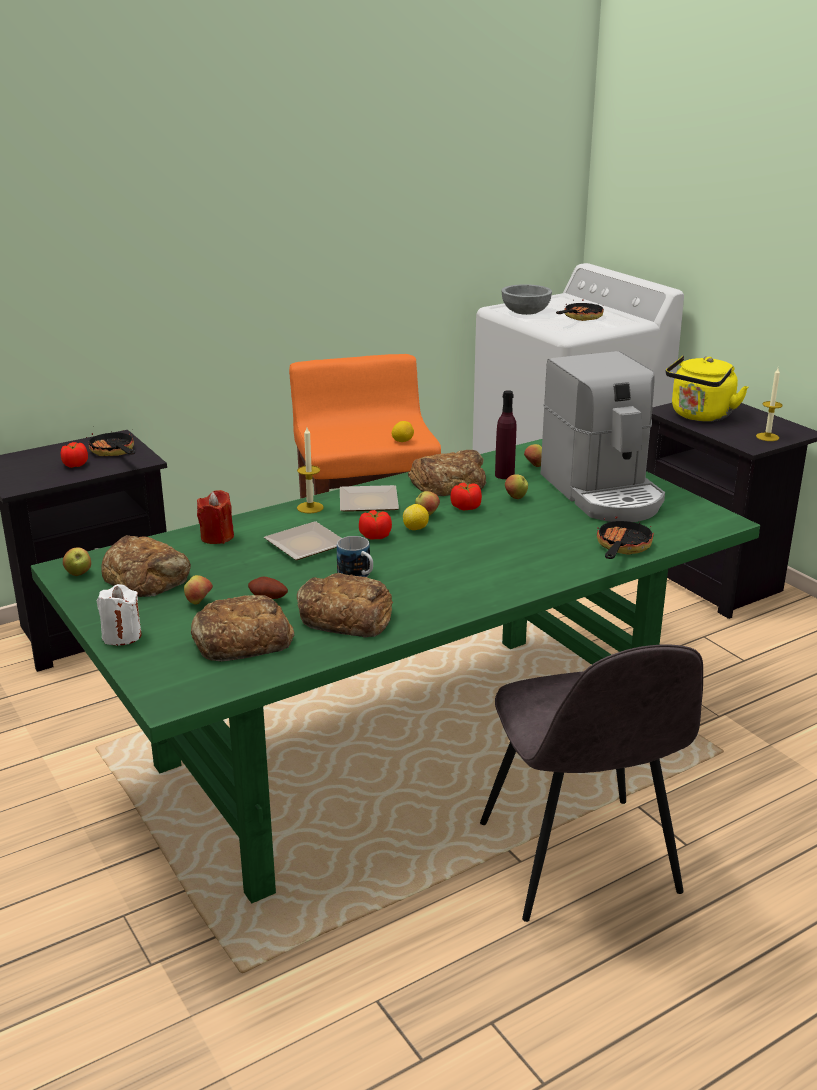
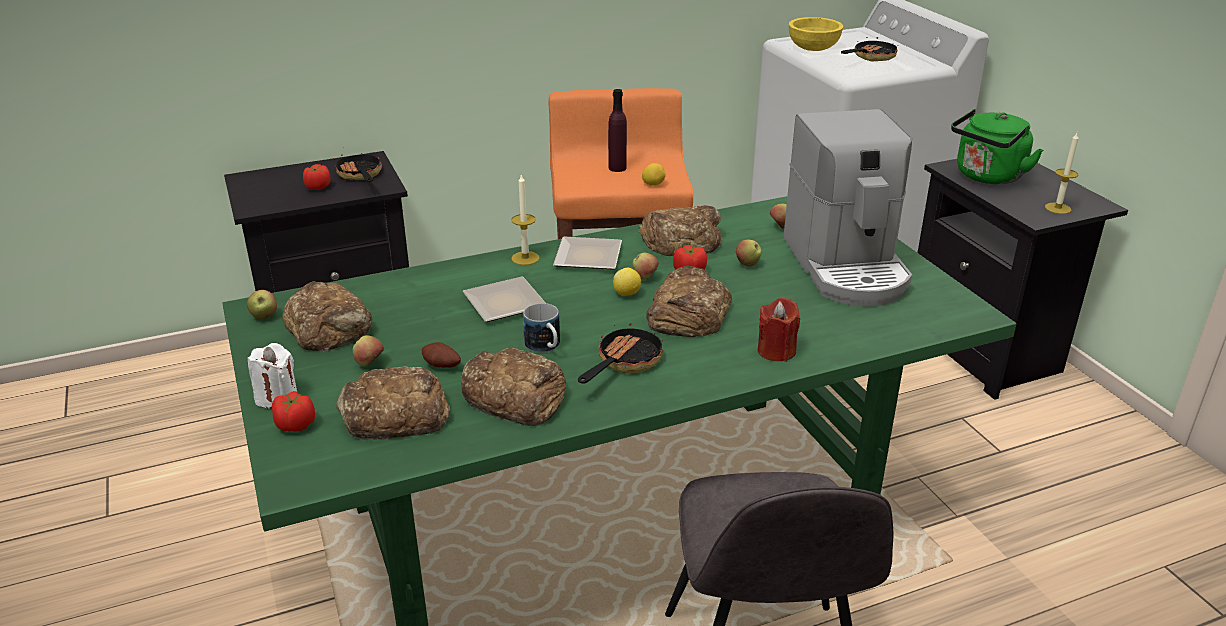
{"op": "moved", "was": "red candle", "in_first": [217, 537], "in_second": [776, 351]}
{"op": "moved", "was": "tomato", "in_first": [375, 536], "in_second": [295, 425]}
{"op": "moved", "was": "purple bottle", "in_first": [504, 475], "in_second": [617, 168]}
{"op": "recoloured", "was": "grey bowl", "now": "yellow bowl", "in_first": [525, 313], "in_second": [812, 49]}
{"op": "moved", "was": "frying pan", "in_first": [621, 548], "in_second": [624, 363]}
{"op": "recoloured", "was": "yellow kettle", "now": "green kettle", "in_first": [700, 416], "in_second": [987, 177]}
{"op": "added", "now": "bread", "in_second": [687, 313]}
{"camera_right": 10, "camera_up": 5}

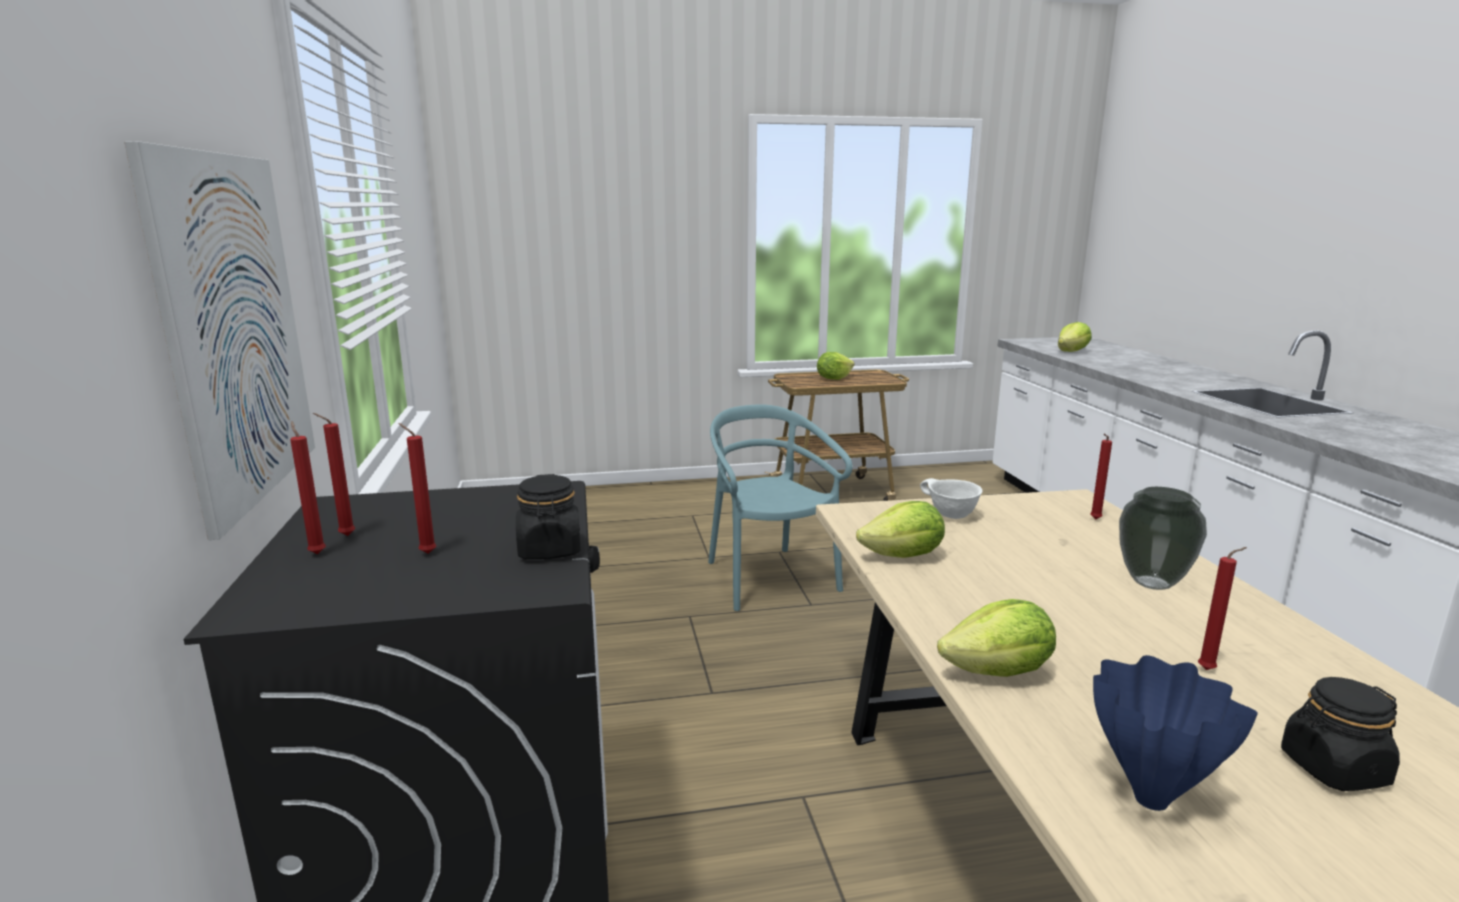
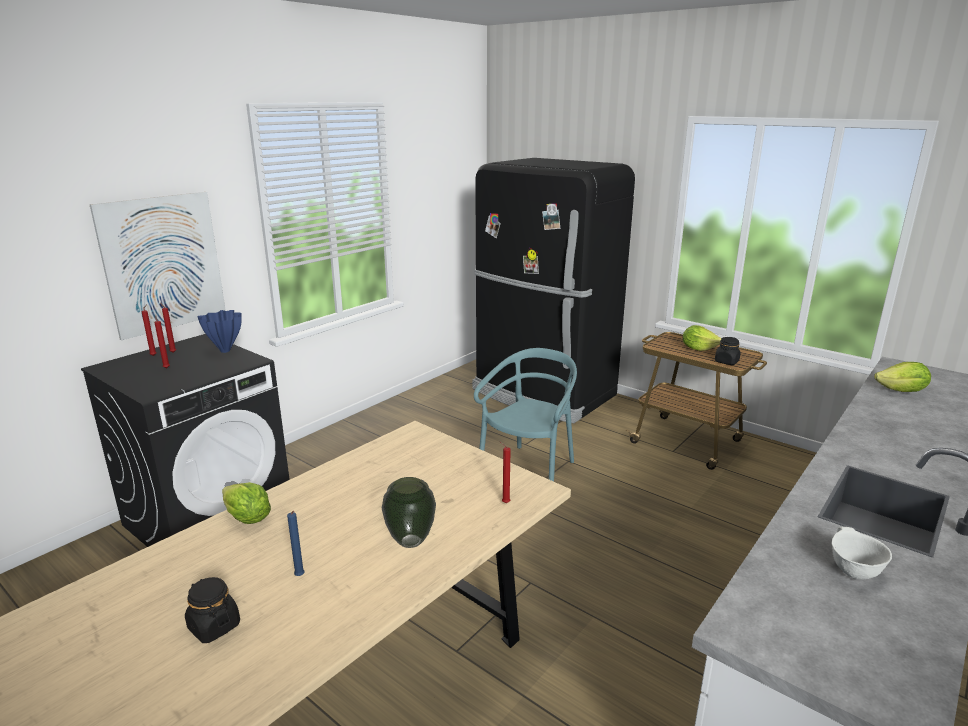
{"op": "moved", "was": "black jar", "in_first": [550, 550], "in_second": [726, 361]}
{"op": "removed", "was": "lettuce", "in_first": [903, 556]}
{"op": "moved", "was": "white bowl", "in_first": [950, 515], "in_second": [852, 571]}
{"op": "moved", "was": "blue vase", "in_first": [1152, 798], "in_second": [226, 351]}
{"op": "recoloured", "was": "red candle", "now": "blue candle", "in_first": [1209, 670], "in_second": [300, 577]}
{"op": "added", "now": "black fridge", "in_second": [543, 393]}
{"camera_right": 50, "camera_up": 5}

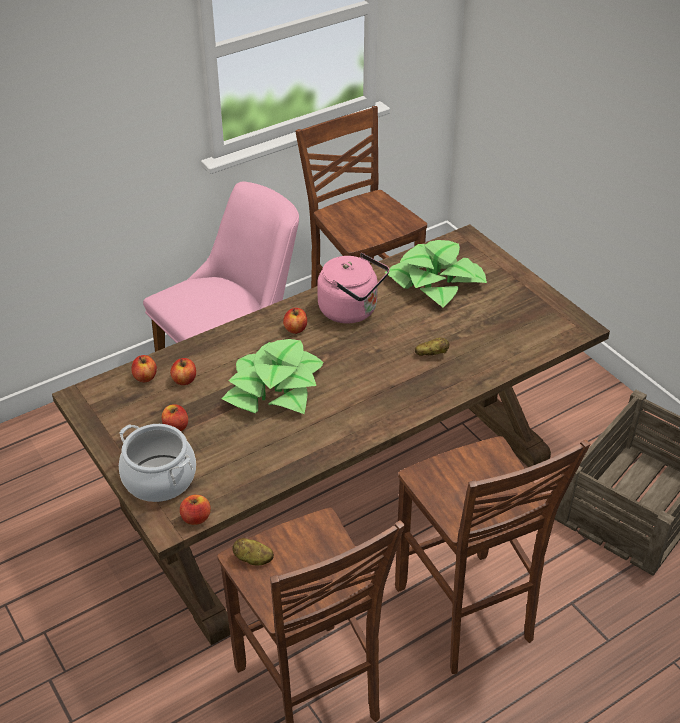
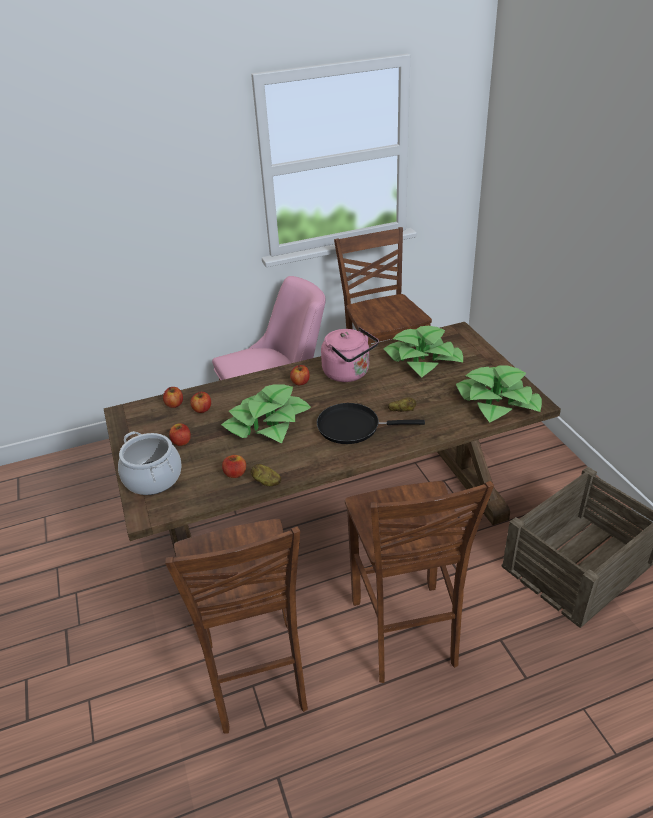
{"op": "moved", "was": "apple", "in_first": [196, 518], "in_second": [235, 473]}
{"op": "moved", "was": "potato", "in_first": [253, 559], "in_second": [266, 482]}
{"op": "added", "now": "black frying pan", "in_second": [353, 427]}
{"op": "added", "now": "potted plant", "in_second": [497, 402]}
{"camera_right": 15, "camera_up": -5}

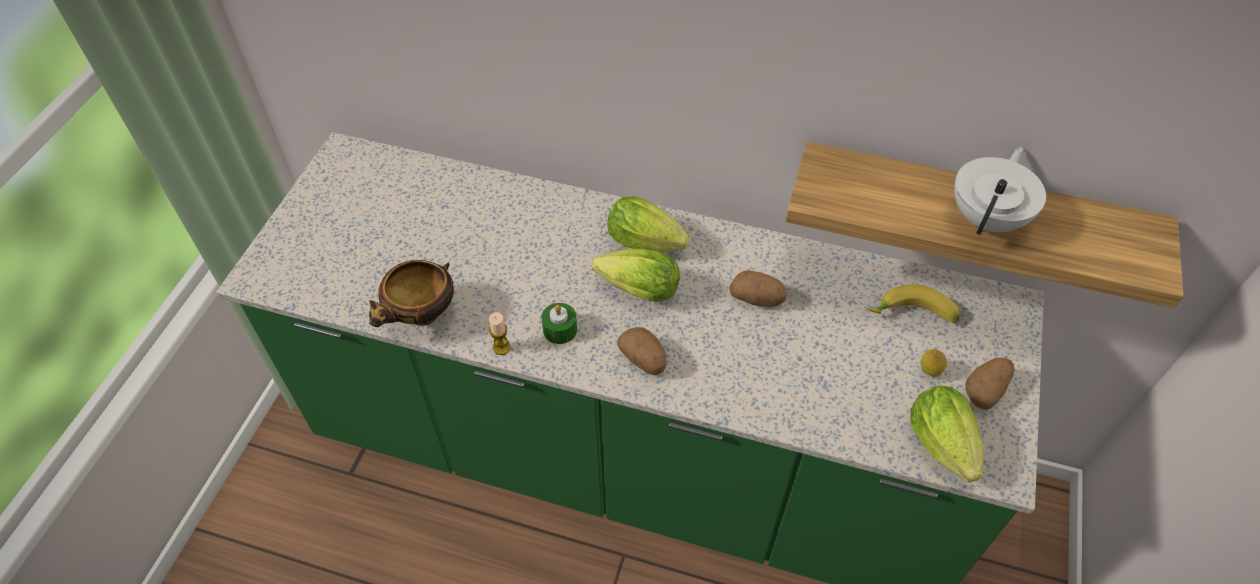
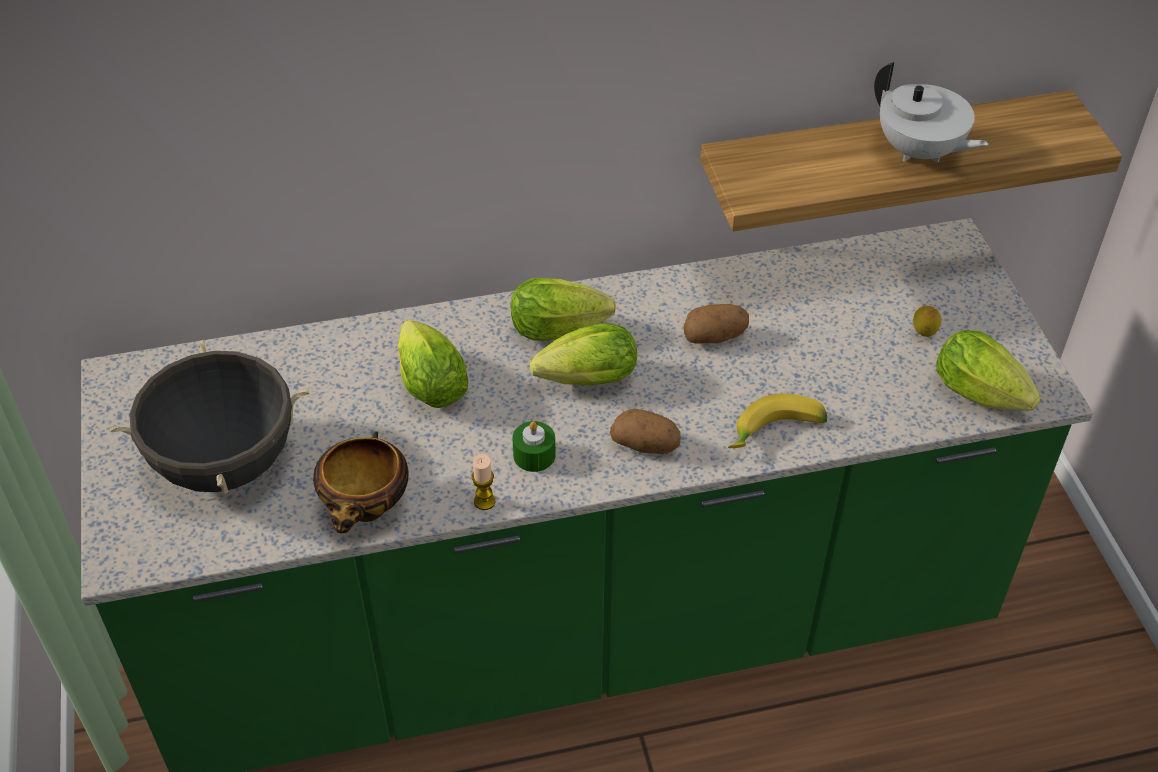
{"op": "moved", "was": "banana", "in_first": [912, 316], "in_second": [776, 433]}
{"op": "turned", "was": "white teapot", "in_first": [987, 218], "in_second": [919, 152], "clockwise": 135}
{"op": "removed", "was": "potato", "in_first": [985, 390]}
{"op": "added", "now": "black cooking pot", "in_second": [225, 464]}
{"op": "added", "now": "lettuce", "in_second": [429, 381]}
{"camera_right": -30, "camera_up": -5}

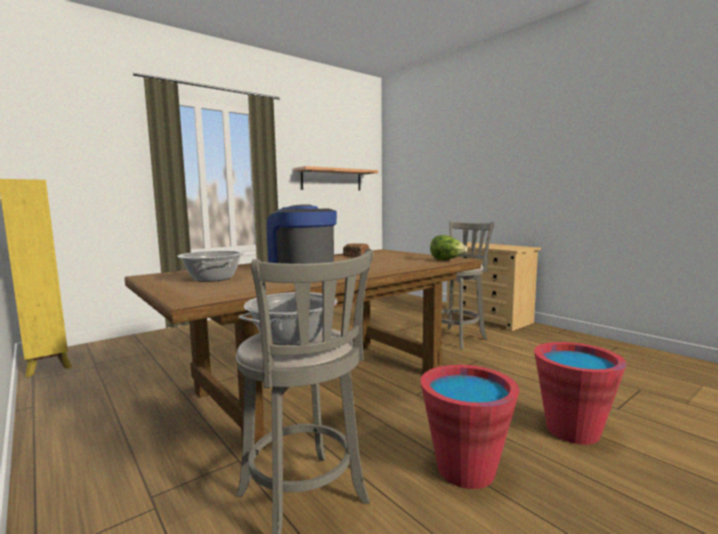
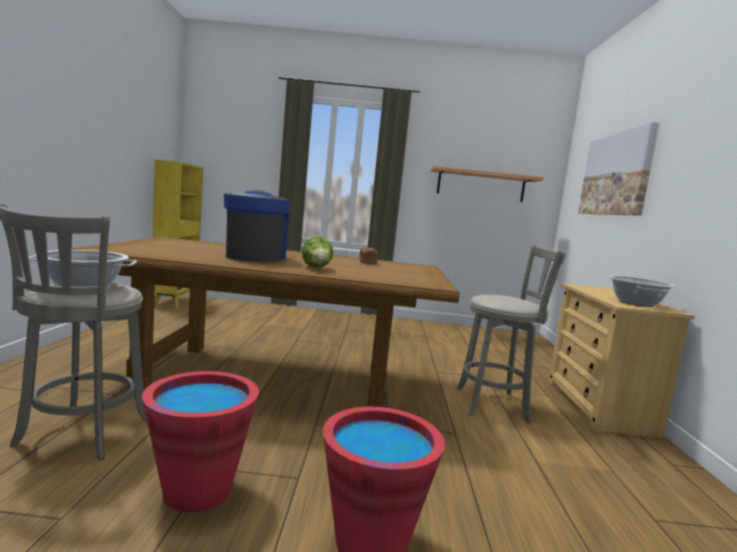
{"op": "moved", "was": "cooking pot", "in_first": [213, 278], "in_second": [636, 303]}
{"op": "moved", "was": "lettuce", "in_first": [447, 260], "in_second": [316, 268]}
{"op": "added", "now": "picture", "in_second": [616, 174]}
{"camera_right": 40, "camera_up": 0}

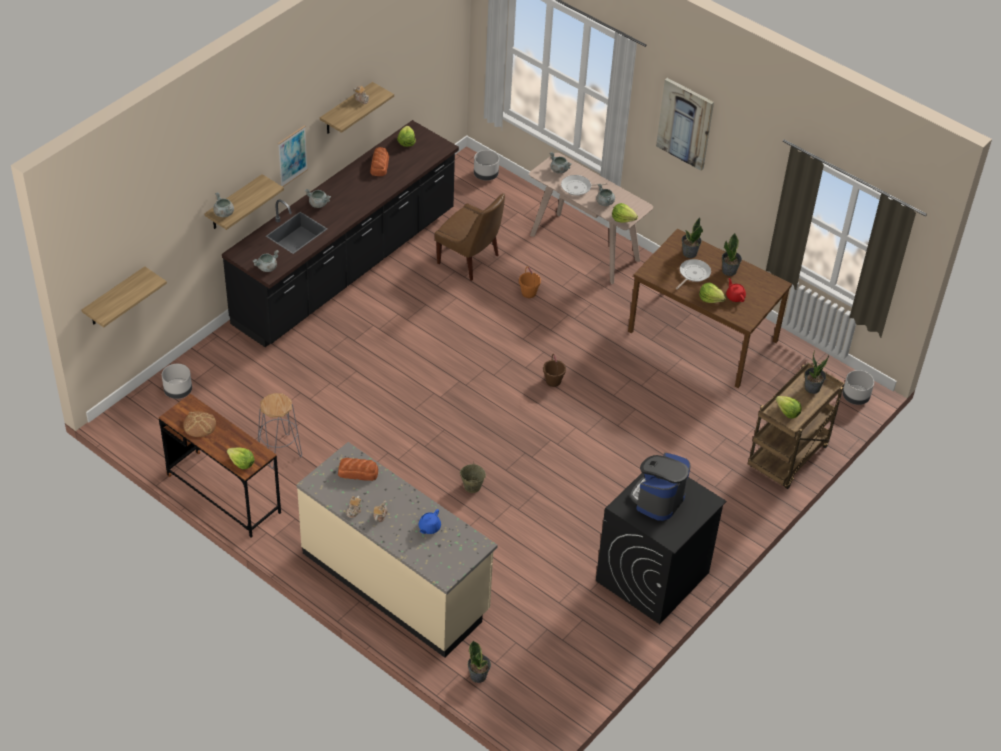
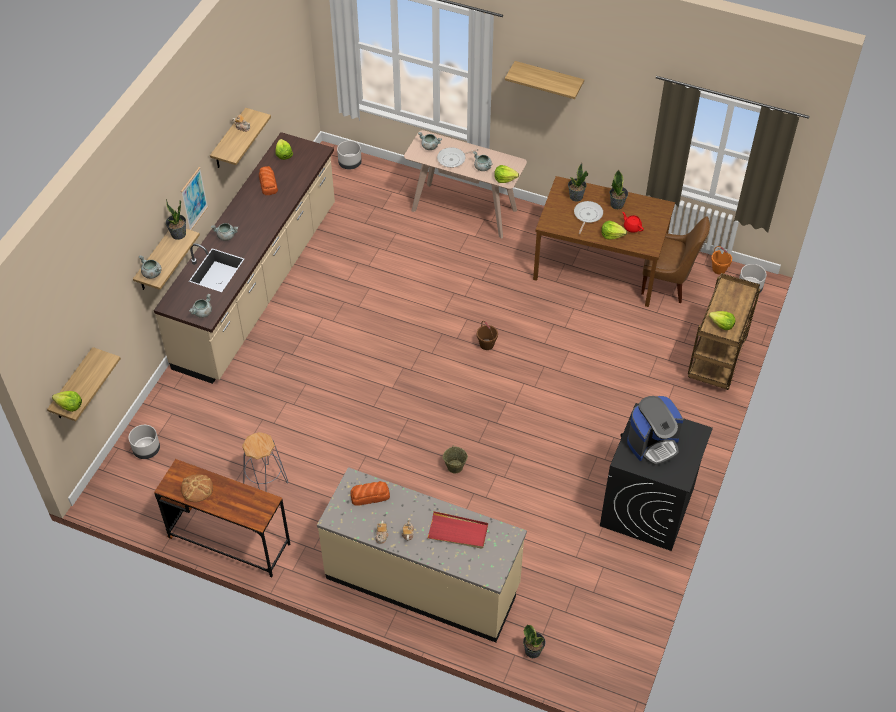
{"op": "recoloured", "was": "black counter", "now": "beige counter", "in_first": [346, 268], "in_second": [258, 285]}
{"op": "moved", "was": "lettuce", "in_first": [241, 463], "in_second": [69, 406]}
{"op": "replaced", "was": "blue teapot", "now": "red tray", "in_first": [429, 527], "in_second": [458, 532]}
{"op": "moved", "was": "brown chair", "in_first": [470, 260], "in_second": [668, 283]}
{"op": "moved", "was": "orange bucket", "in_first": [529, 293], "in_second": [719, 269]}
{"op": "turned", "was": "coffee machine", "in_first": [658, 499], "in_second": [653, 444], "clockwise": -135}
{"op": "replaced", "was": "picture", "now": "shelf", "in_first": [685, 123], "in_second": [548, 79]}
{"op": "moved", "was": "potted plant", "in_first": [812, 388], "in_second": [178, 234]}
{"camera_right": -15, "camera_up": 5}

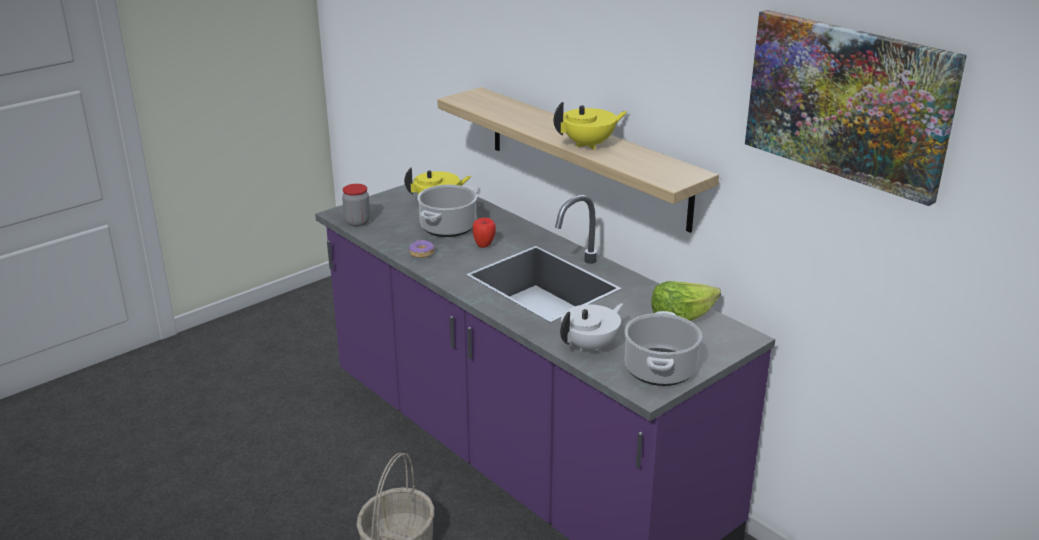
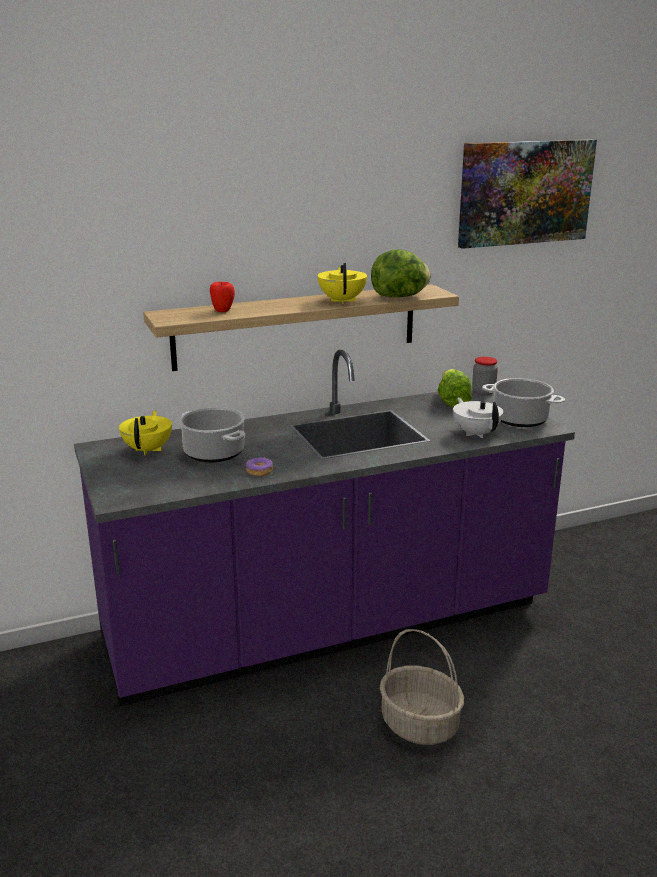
{"op": "moved", "was": "jar", "in_first": [357, 222], "in_second": [483, 392]}
{"op": "moved", "was": "apple", "in_first": [484, 245], "in_second": [223, 311]}
{"op": "added", "now": "lettuce", "in_second": [400, 297]}
{"camera_right": -70, "camera_up": -5}

